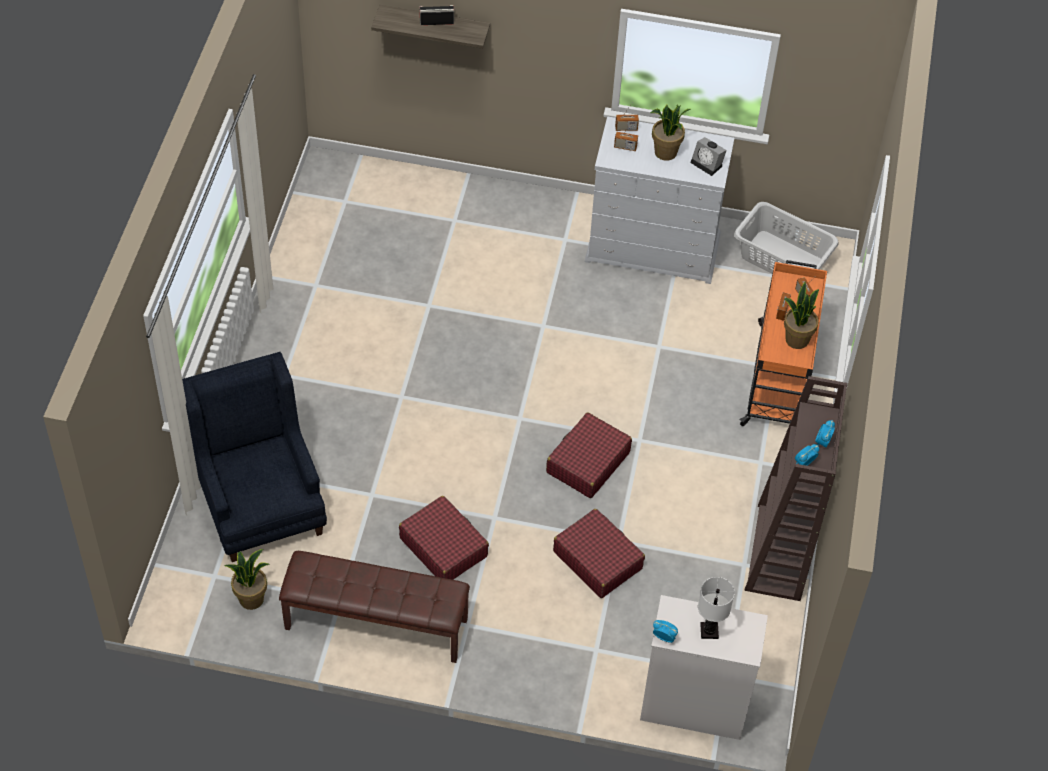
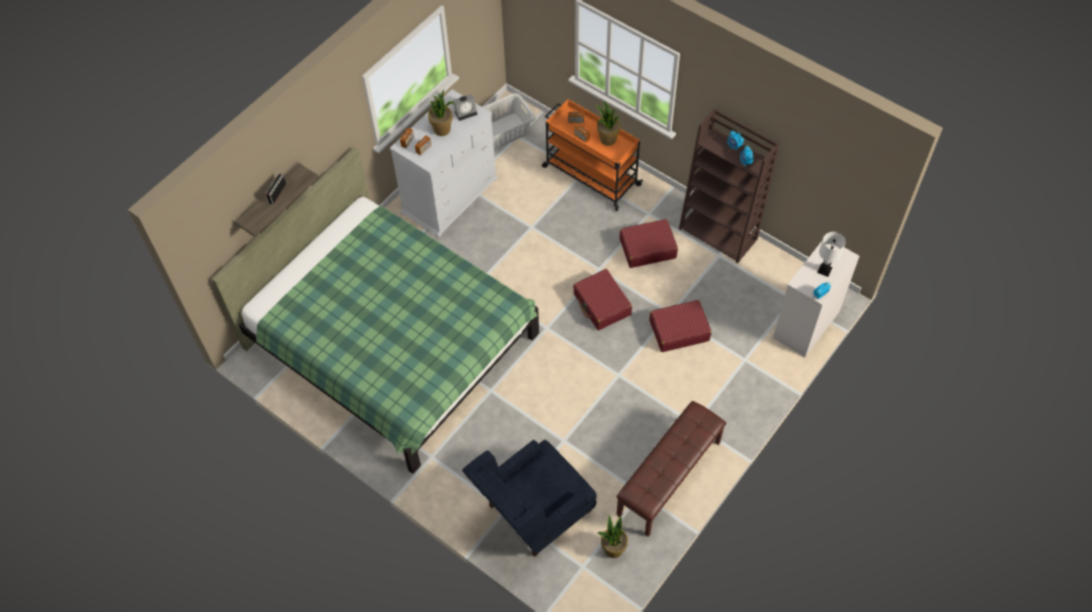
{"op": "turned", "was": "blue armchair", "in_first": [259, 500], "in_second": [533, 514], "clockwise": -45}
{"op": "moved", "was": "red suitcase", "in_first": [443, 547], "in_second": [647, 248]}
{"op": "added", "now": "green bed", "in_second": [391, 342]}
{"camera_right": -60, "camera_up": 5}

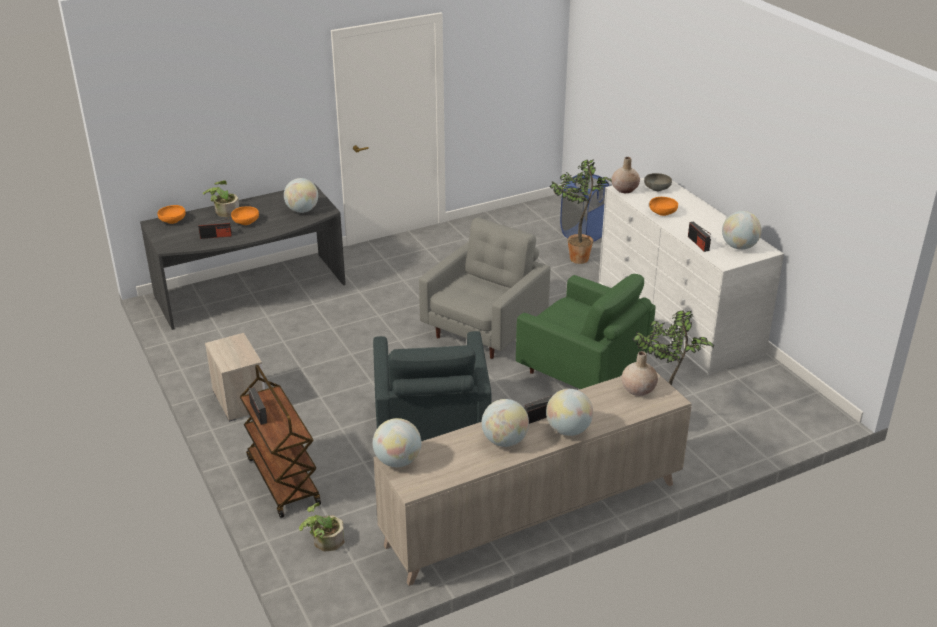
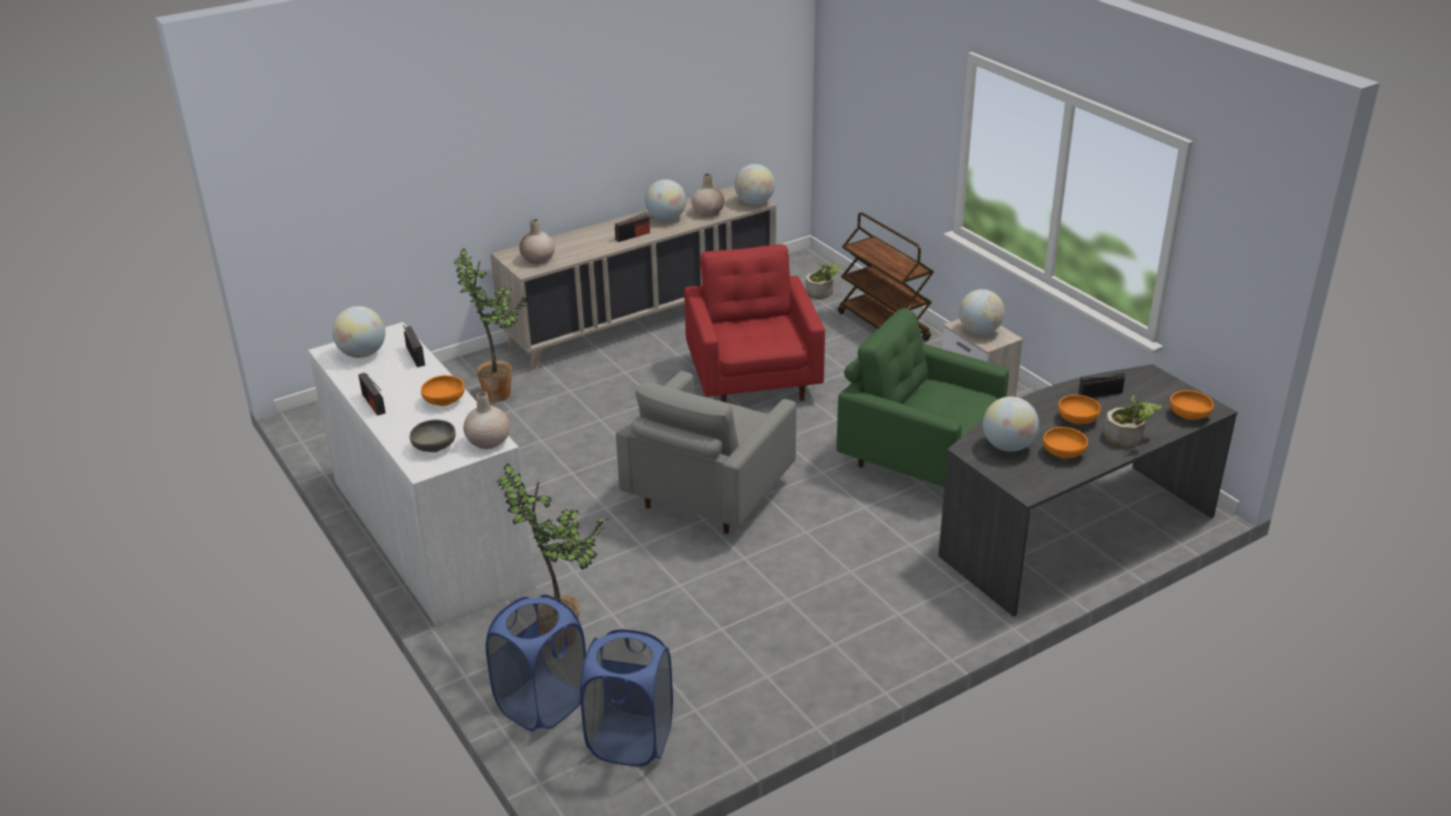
{"op": "moved", "was": "radio", "in_first": [258, 413], "in_second": [373, 403]}
{"op": "recoloured", "was": "grey armchair", "now": "red armchair", "in_first": [430, 425], "in_second": [754, 379]}
{"op": "moved", "was": "green armchair", "in_first": [583, 371], "in_second": [918, 457]}
{"op": "moved", "was": "globe", "in_first": [568, 430], "in_second": [979, 331]}
{"op": "added", "now": "blue laundry basket", "in_second": [630, 740]}
{"op": "added", "now": "beige vase", "in_second": [708, 213]}
{"op": "added", "now": "orange bowl", "in_second": [1063, 453]}
{"camera_right": 175, "camera_up": 0}

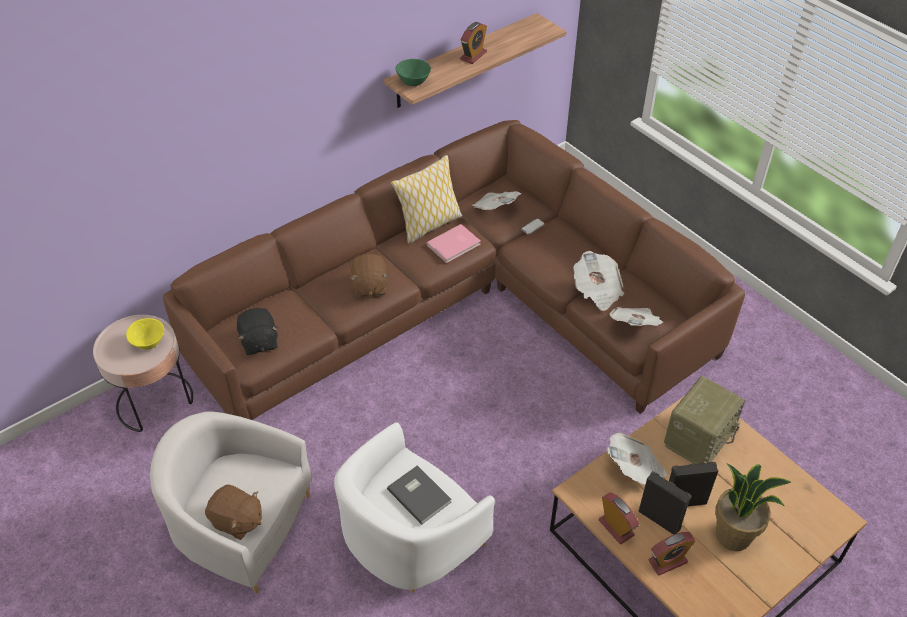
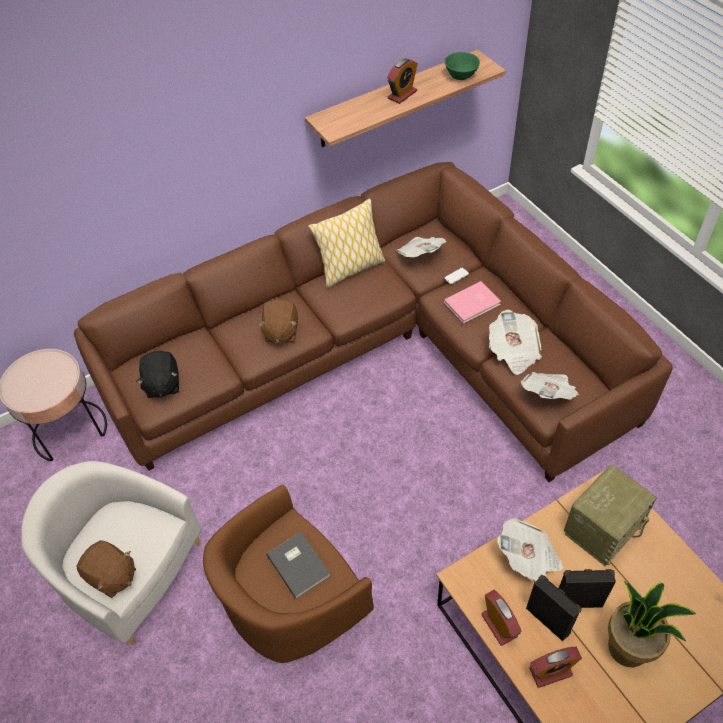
{"op": "removed", "was": "yellow bowl", "in_first": [148, 344]}
{"op": "recoloured", "was": "white armchair", "now": "brown armchair", "in_first": [410, 541], "in_second": [292, 603]}
{"op": "moved", "was": "green bowl", "in_first": [413, 83], "in_second": [461, 76]}
{"op": "moved", "was": "pink book", "in_first": [455, 245], "in_second": [473, 304]}
{"camera_right": 10, "camera_up": 5}

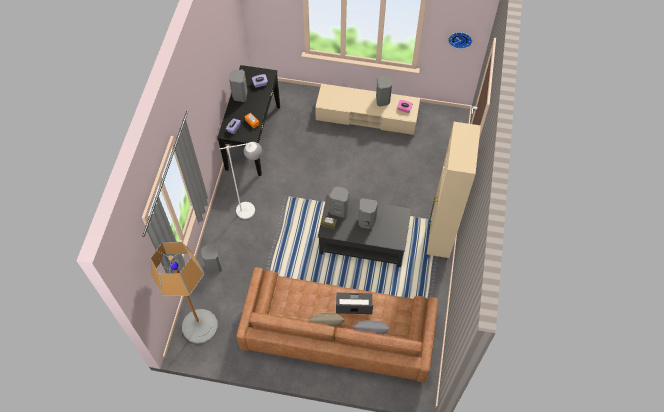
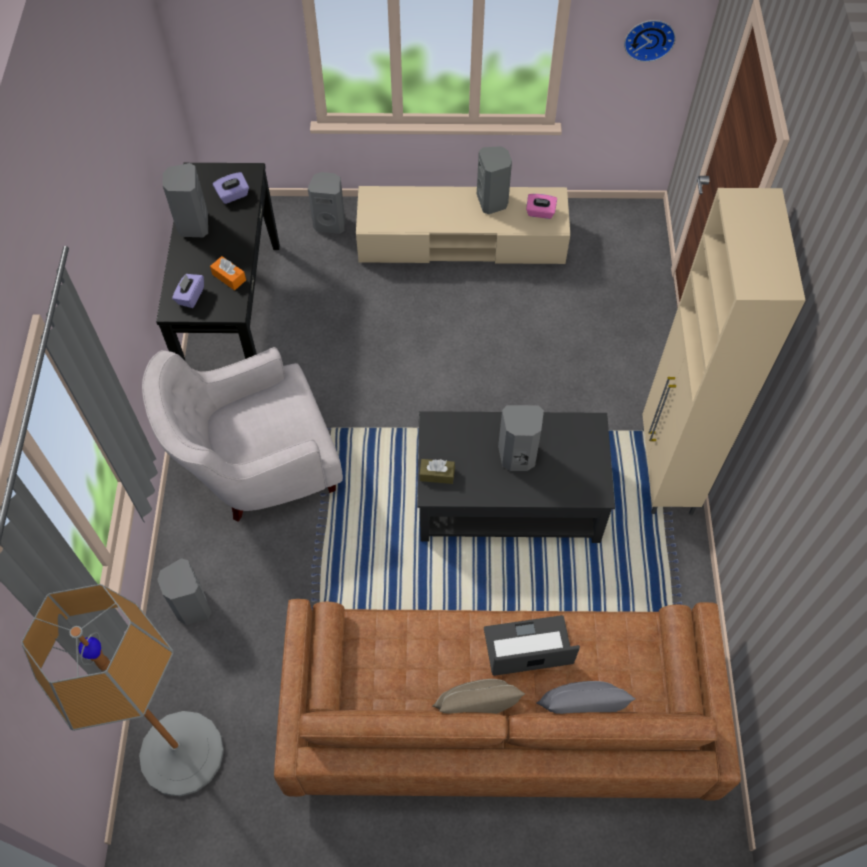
{"op": "replaced", "was": "white floor lamp", "now": "white armchair", "in_first": [252, 209], "in_second": [258, 467]}
{"op": "moved", "was": "grey speaker", "in_first": [339, 210], "in_second": [330, 223]}
{"camera_right": -10, "camera_up": 0}

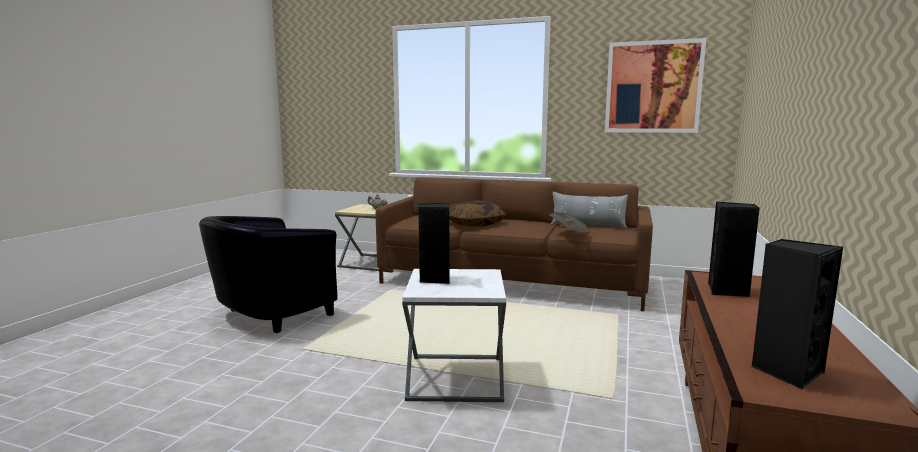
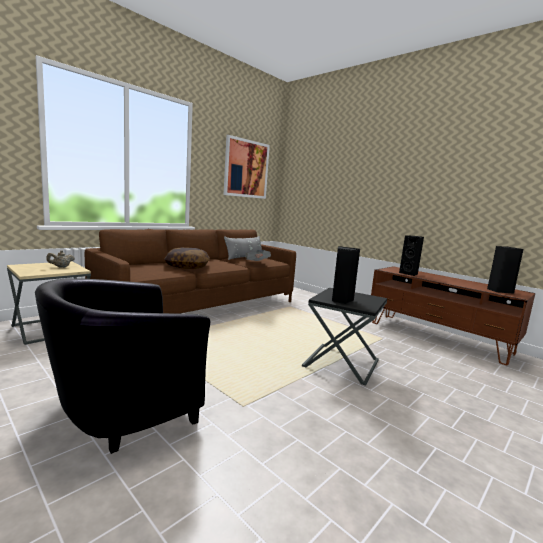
{"op": "turned", "was": "black armchair", "in_first": [270, 315], "in_second": [122, 410], "clockwise": 75}
{"op": "recoloured", "was": "white side table", "now": "black side table", "in_first": [455, 378], "in_second": [341, 363]}
{"camera_right": -65, "camera_up": 0}

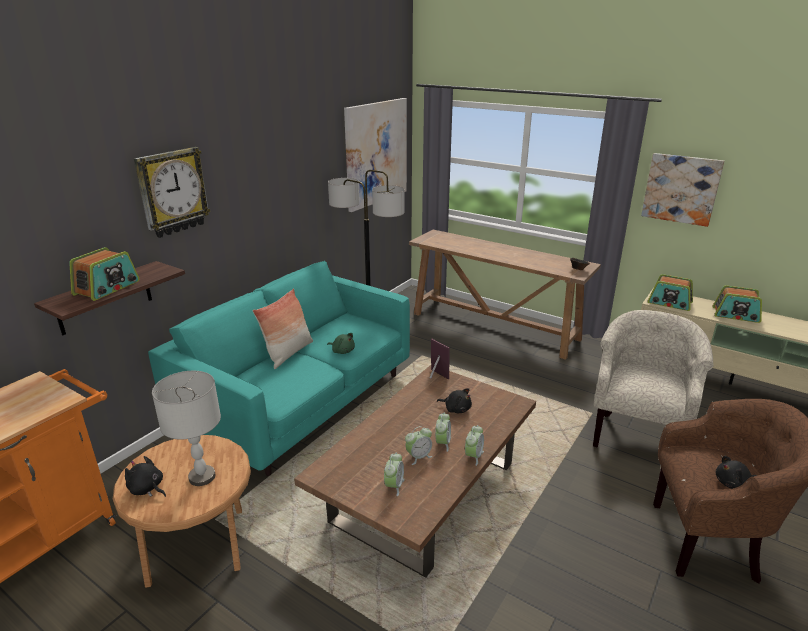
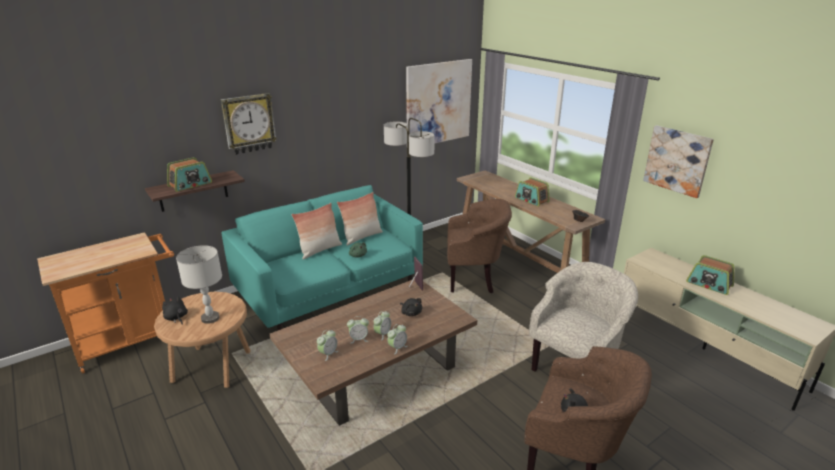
{"op": "moved", "was": "radio", "in_first": [669, 303], "in_second": [531, 200]}
{"op": "added", "now": "pillow", "in_second": [362, 237]}
{"op": "added", "now": "brown armchair", "in_second": [474, 280]}
{"camera_right": 20, "camera_up": 0}

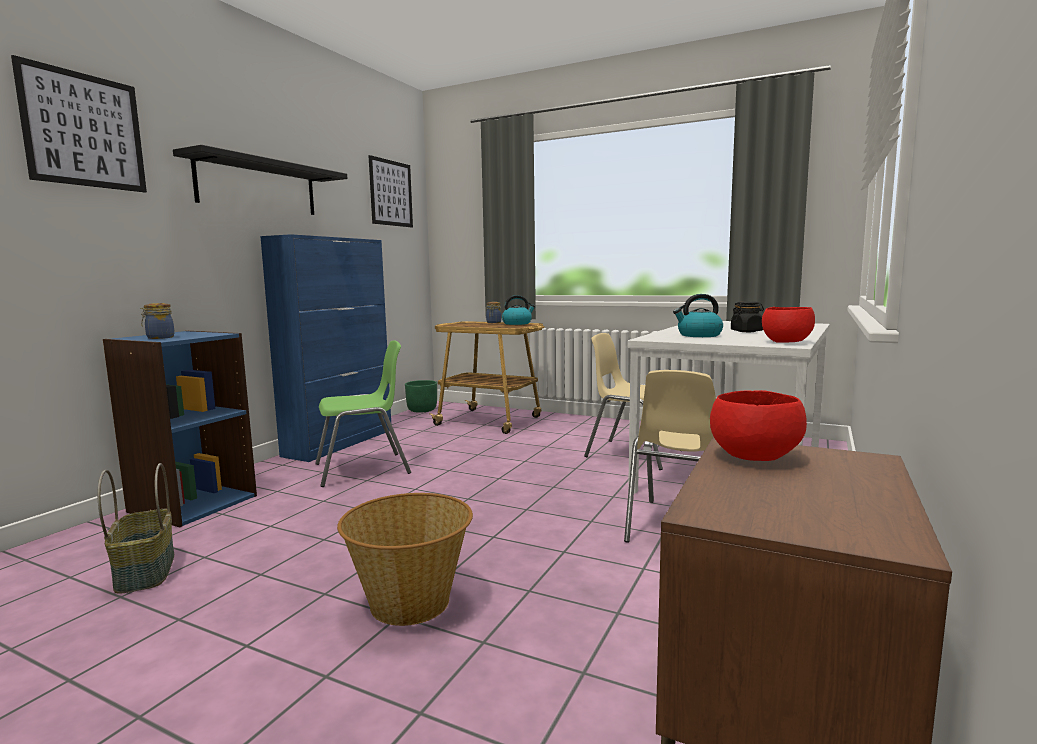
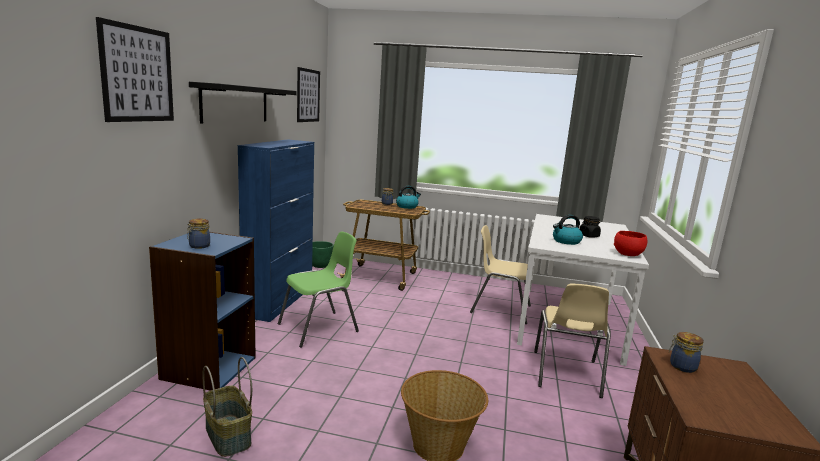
{"op": "replaced", "was": "red bowl", "now": "jar", "in_first": [753, 457], "in_second": [681, 366]}
{"camera_right": -15, "camera_up": 5}

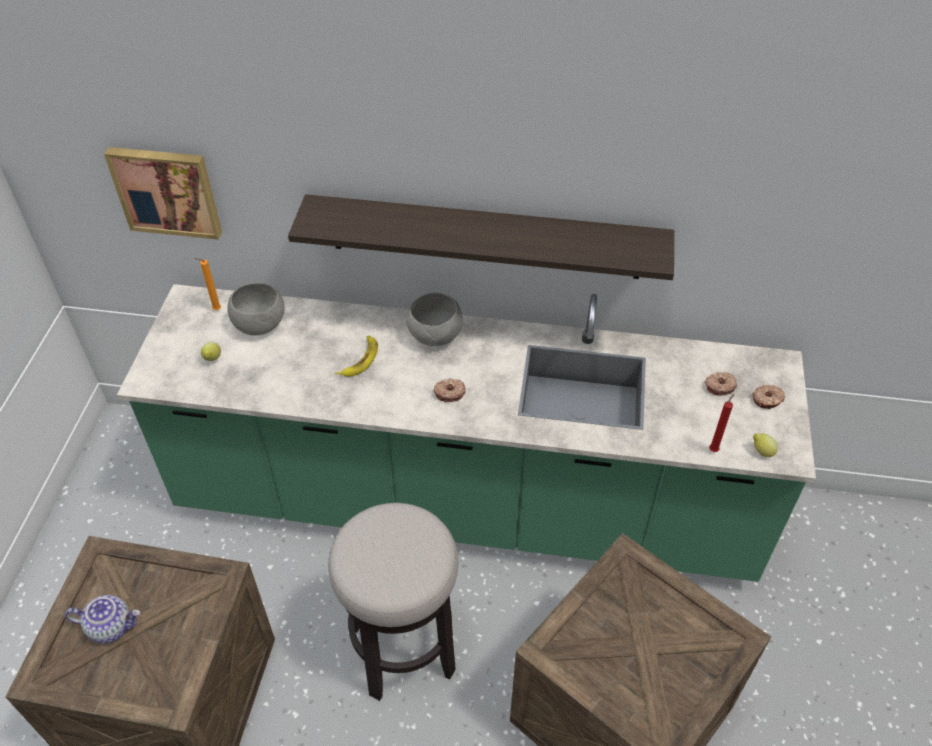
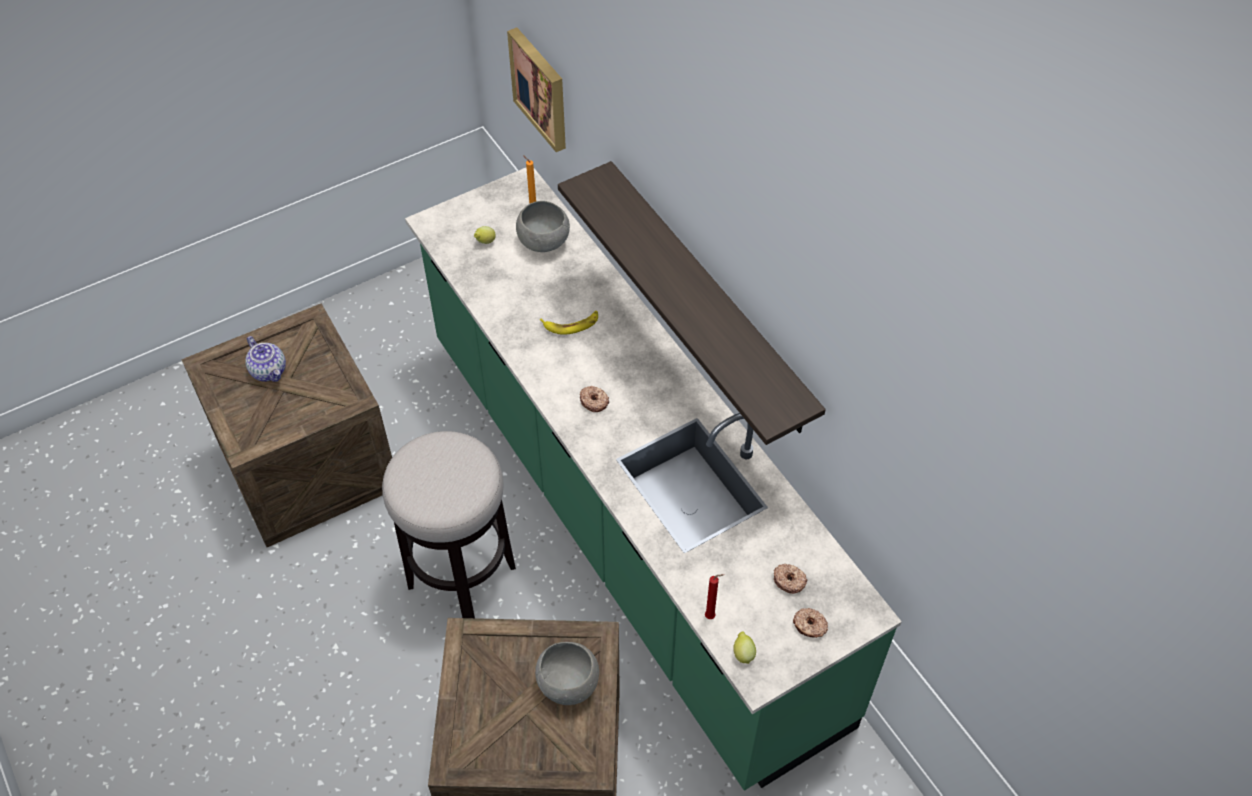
{"op": "moved", "was": "grey bowl", "in_first": [435, 336], "in_second": [568, 685]}
{"camera_right": 50, "camera_up": 5}

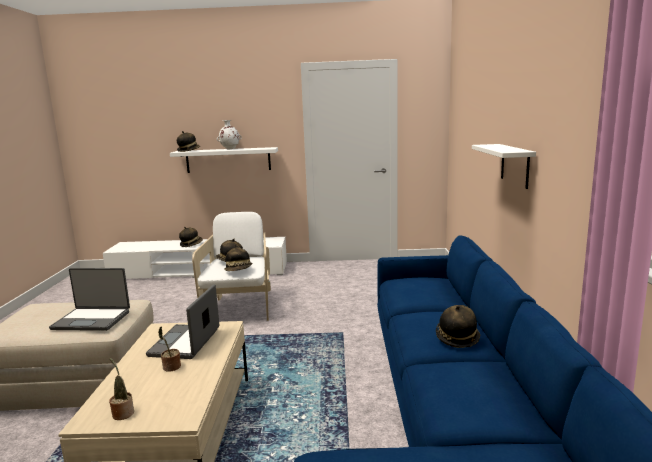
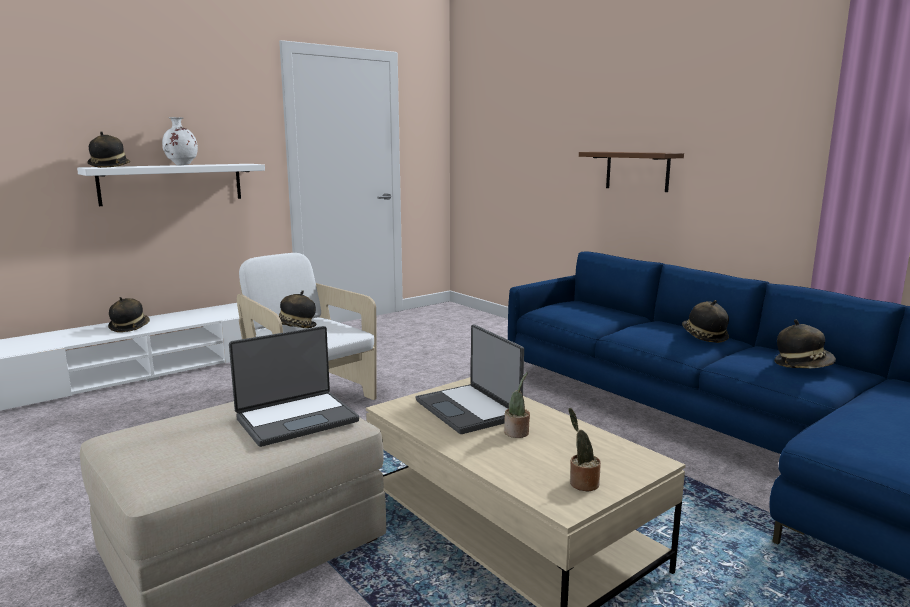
{"op": "moved", "was": "hat", "in_first": [239, 270], "in_second": [803, 365]}
{"op": "recoloured", "was": "white shelf", "now": "brown shelf", "in_first": [515, 165], "in_second": [637, 171]}
{"camera_right": -40, "camera_up": 0}

